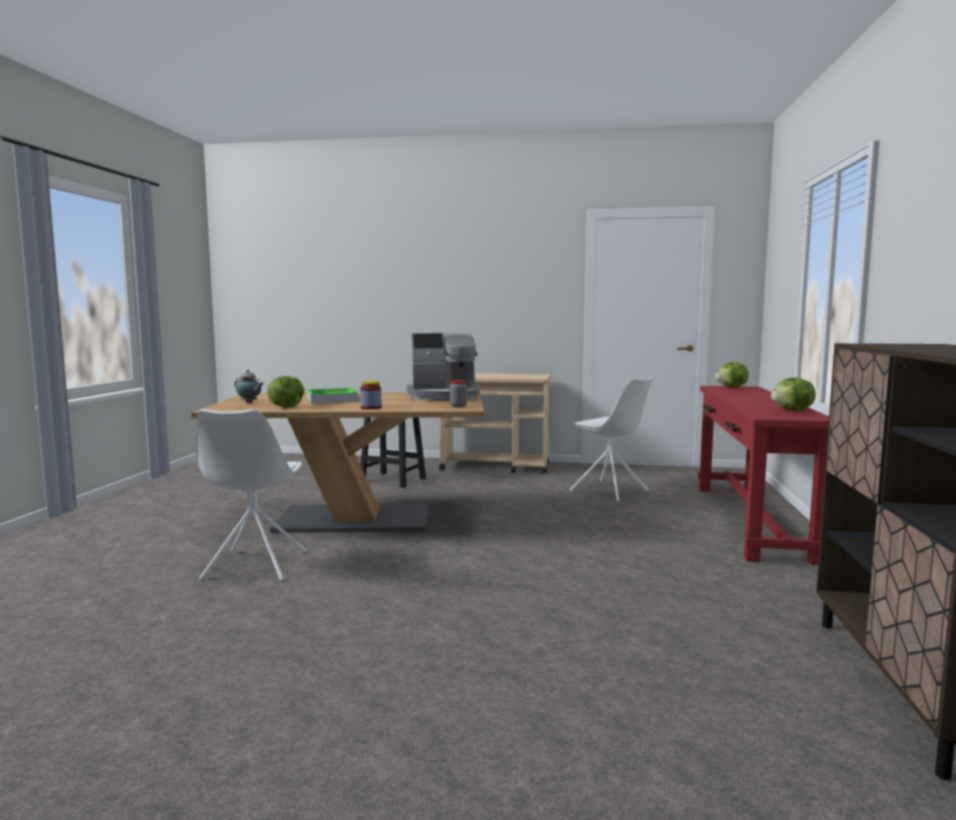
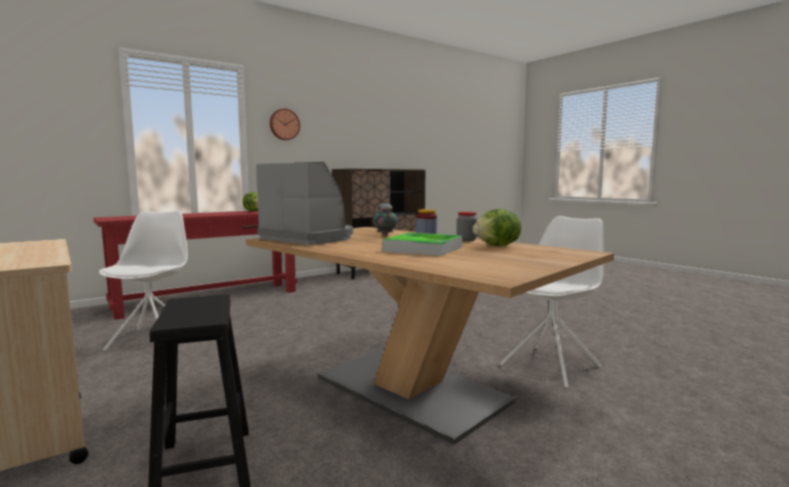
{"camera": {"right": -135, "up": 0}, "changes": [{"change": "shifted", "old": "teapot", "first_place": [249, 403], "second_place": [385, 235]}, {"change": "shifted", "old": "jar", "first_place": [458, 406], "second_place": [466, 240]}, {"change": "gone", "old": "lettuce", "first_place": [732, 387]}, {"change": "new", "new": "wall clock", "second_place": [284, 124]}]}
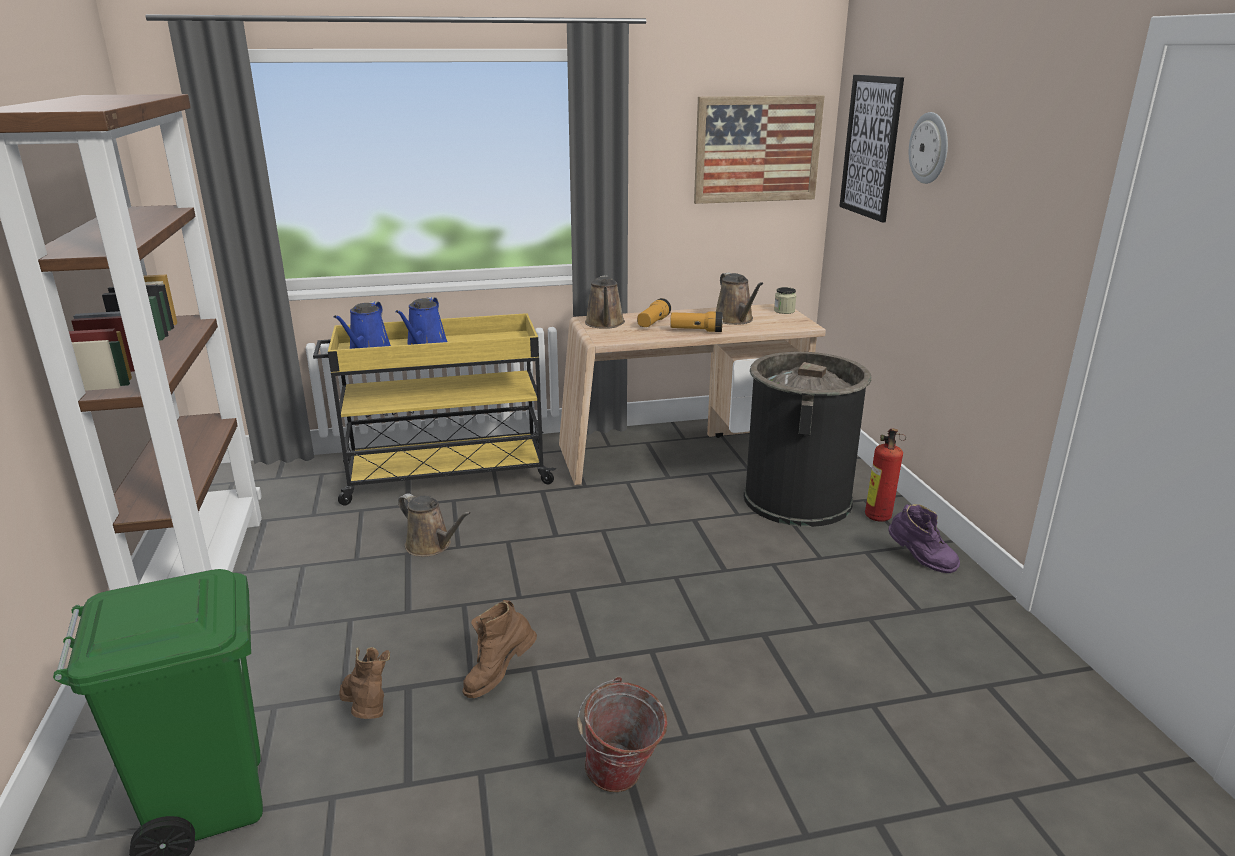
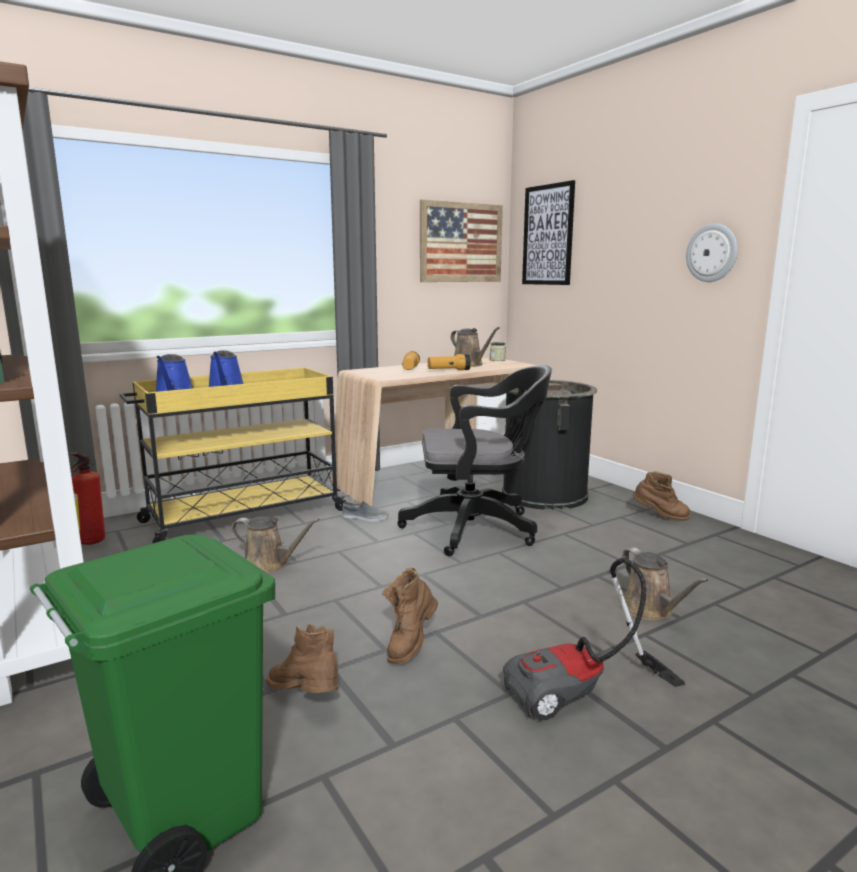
{"camera": {"right": -20, "up": -10}, "changes": [{"change": "swapped", "old": "bucket", "new": "vacuum cleaner", "first_place": [621, 781], "second_place": [582, 695]}, {"change": "shifted", "old": "brown watering can", "first_place": [605, 324], "second_place": [650, 610]}, {"change": "shifted", "old": "fire extinguisher", "first_place": [877, 518], "second_place": [90, 543]}, {"change": "repainted", "old": "purple boot", "new": "brown boot", "first_place": [920, 560], "second_place": [660, 516]}, {"change": "shifted", "old": "wall clock", "first_place": [930, 148], "second_place": [712, 253]}, {"change": "new", "new": "grey shoe", "second_place": [365, 517]}, {"change": "new", "new": "black office chair", "second_place": [477, 528]}]}
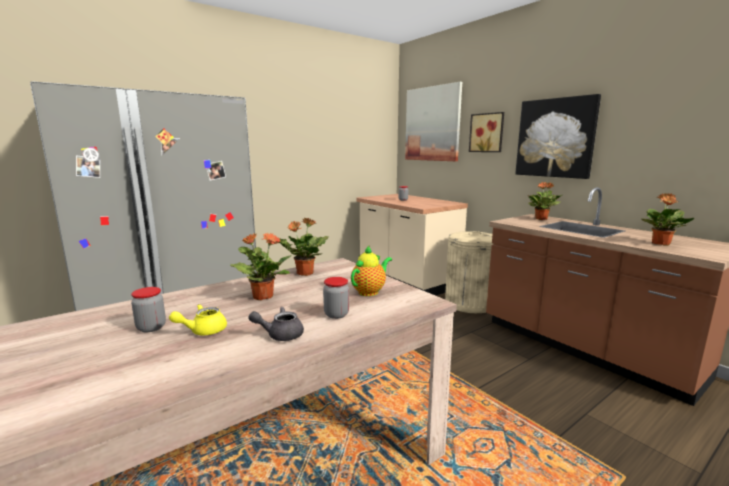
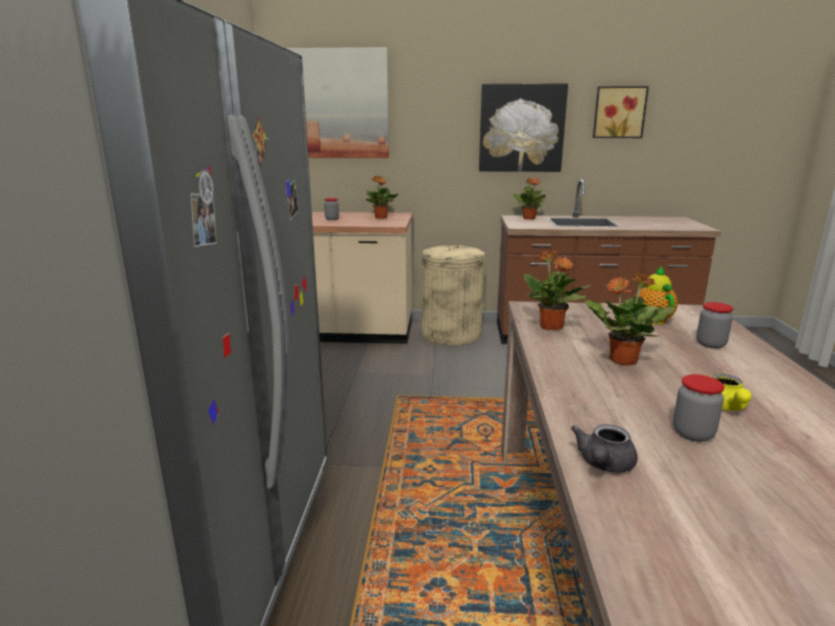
{"camera": {"right": -50, "up": 5}, "changes": [{"change": "shifted", "old": "grey teapot", "first_place": [280, 335], "second_place": [604, 465]}, {"change": "shifted", "old": "picture", "first_place": [487, 133], "second_place": [619, 112]}, {"change": "shifted", "old": "potted plant", "first_place": [660, 244], "second_place": [381, 218]}]}
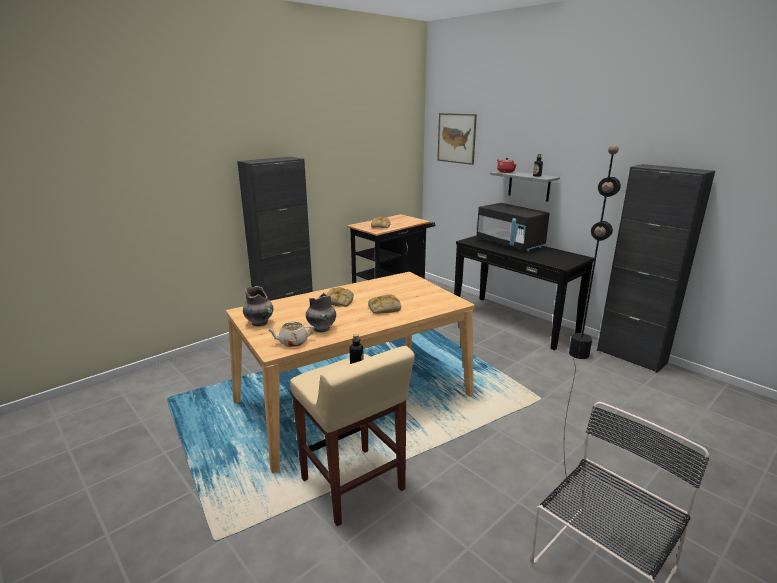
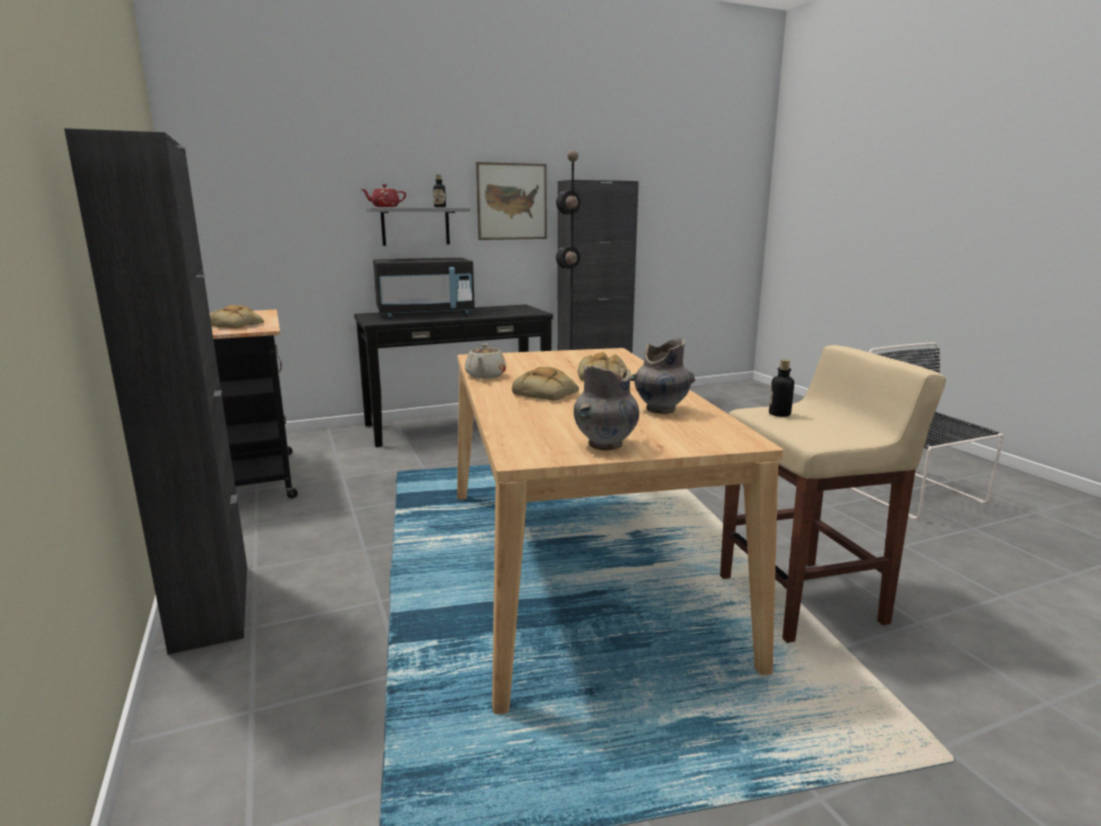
{"camera": {"right": -70, "up": -5}, "changes": [{"change": "shifted", "old": "beige teapot", "first_place": [292, 342], "second_place": [485, 376]}, {"change": "shifted", "old": "picture", "first_place": [456, 138], "second_place": [512, 201]}]}
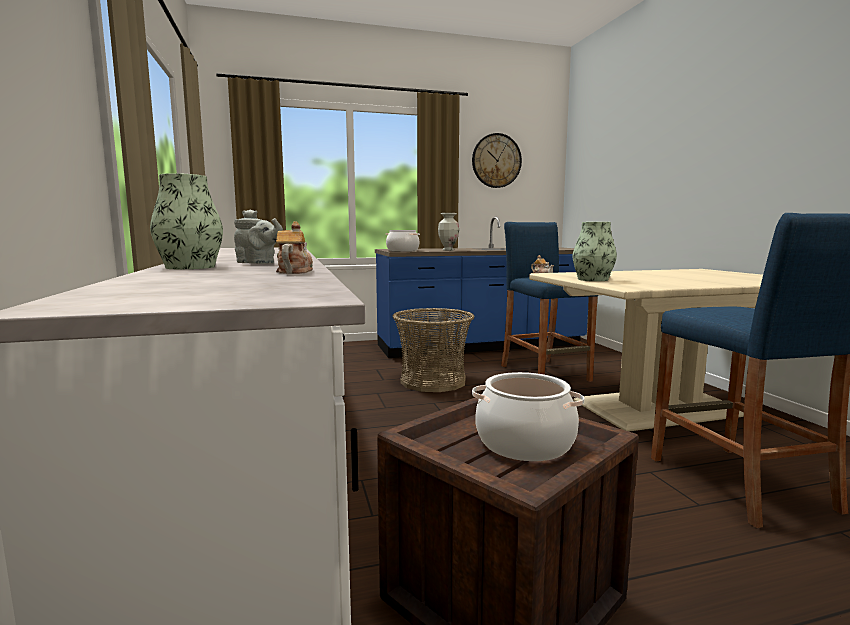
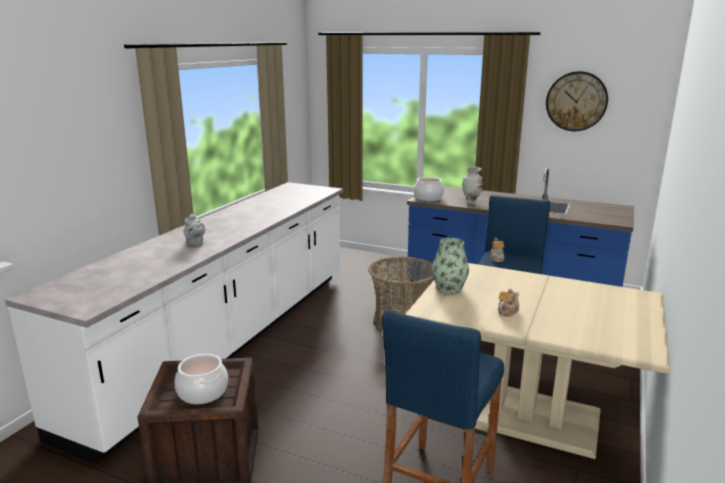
{"camera": {"right": 40, "up": 10}, "changes": [{"change": "gone", "old": "vase", "first_place": [190, 267]}, {"change": "shifted", "old": "teapot", "first_place": [294, 272], "second_place": [507, 311]}]}
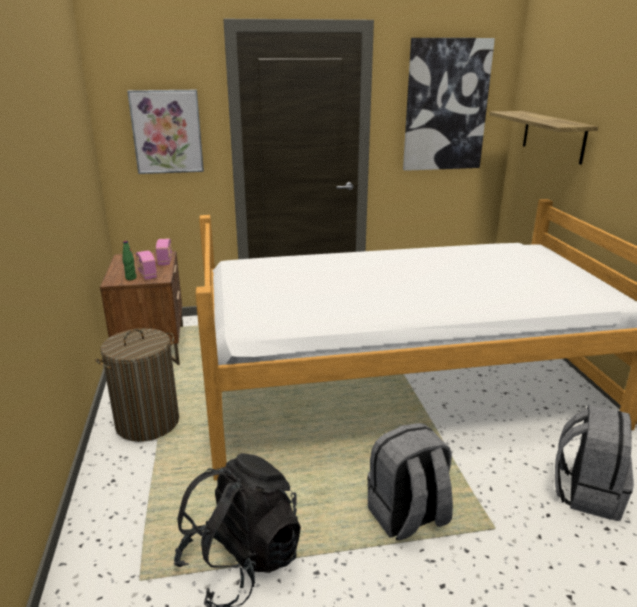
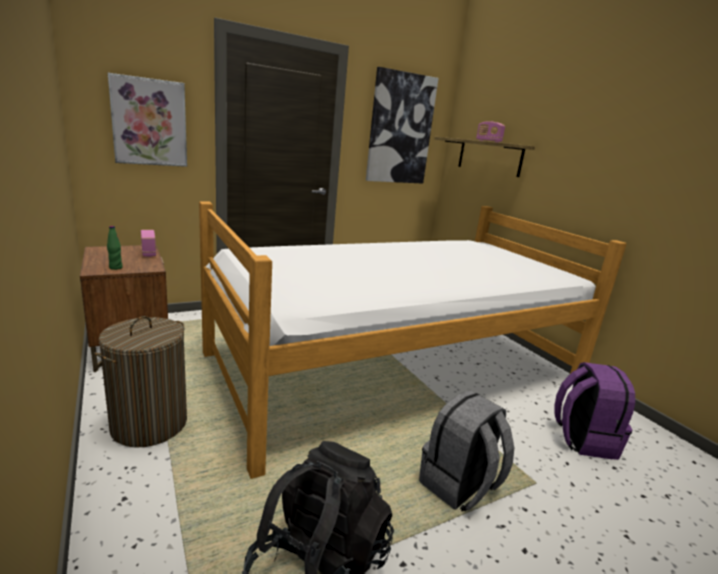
{"camera": {"right": -20, "up": -5}, "changes": [{"change": "shifted", "old": "radio", "first_place": [147, 275], "second_place": [488, 141]}, {"change": "repainted", "old": "grey backpack", "new": "purple backpack", "first_place": [586, 492], "second_place": [582, 439]}]}
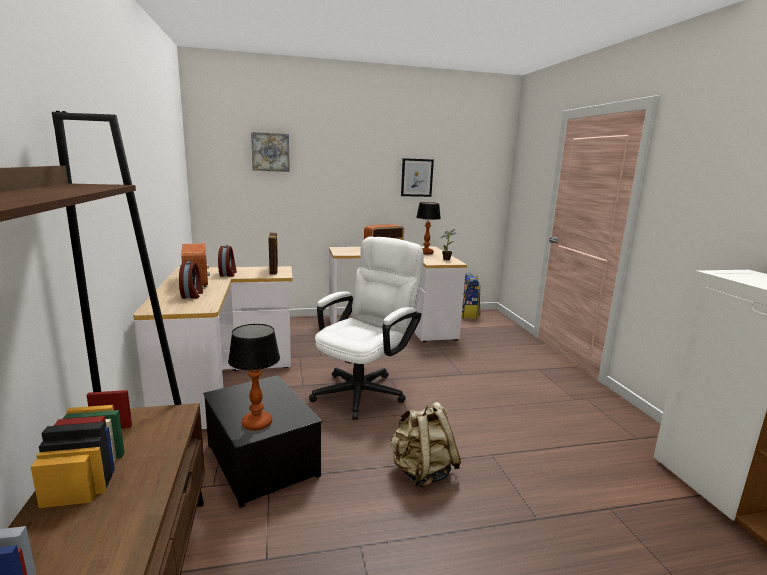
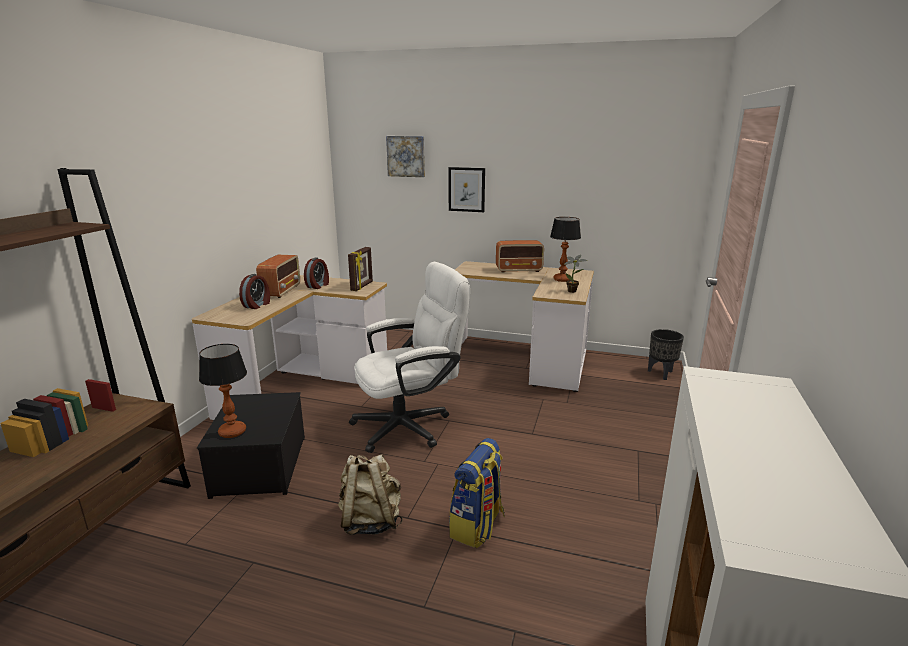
{"camera": {"right": 30, "up": 5}, "changes": [{"change": "shifted", "old": "picture", "first_place": [416, 177], "second_place": [466, 189]}, {"change": "shifted", "old": "backpack", "first_place": [468, 314], "second_place": [477, 526]}, {"change": "new", "new": "black planter", "second_place": [661, 374]}]}
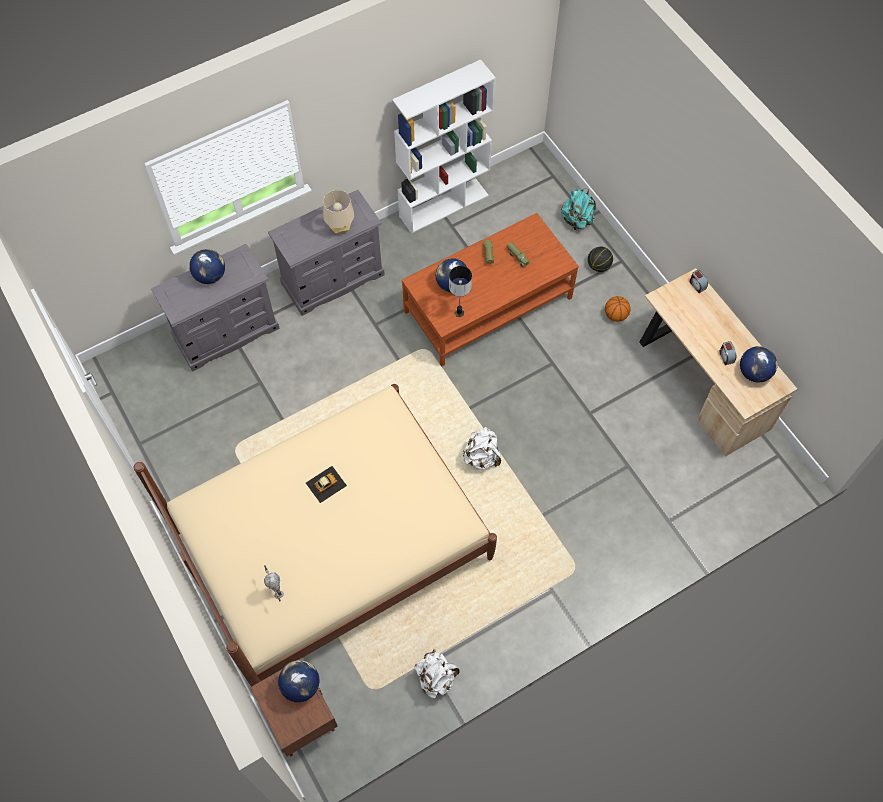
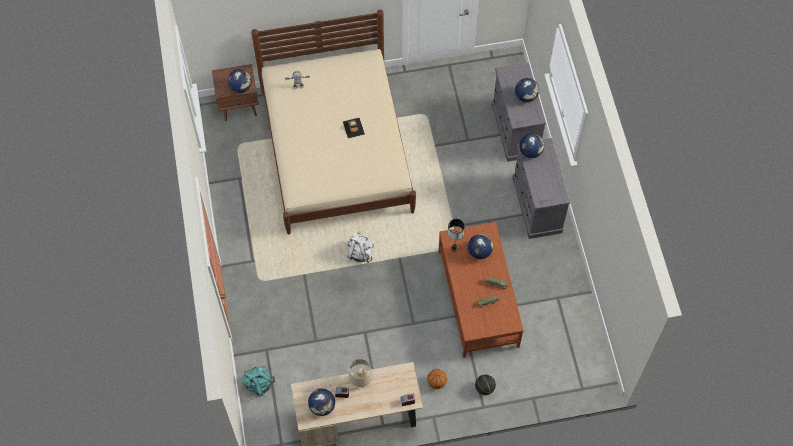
{"camera": {"right": 110, "up": 0}, "changes": [{"change": "shifted", "old": "beige table lamp", "first_place": [340, 228], "second_place": [361, 381]}, {"change": "gone", "old": "white bookcase", "first_place": [444, 205]}, {"change": "gone", "old": "white backpack", "first_place": [435, 677]}, {"change": "shifted", "old": "turquoise backpack", "first_place": [577, 220], "second_place": [259, 384]}, {"change": "new", "new": "globe", "second_place": [530, 152]}]}
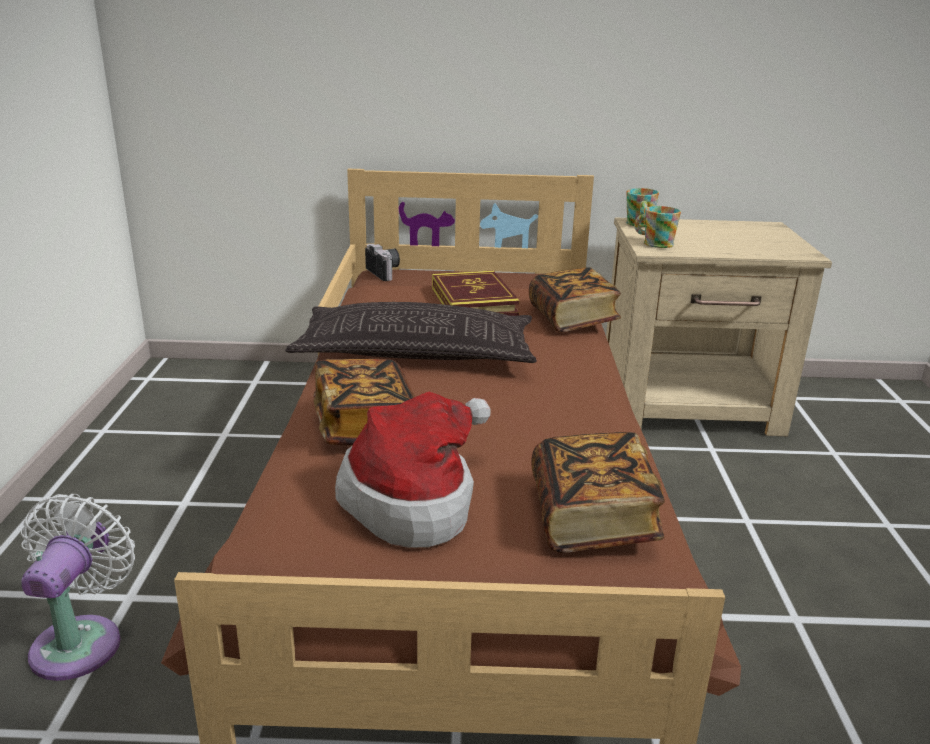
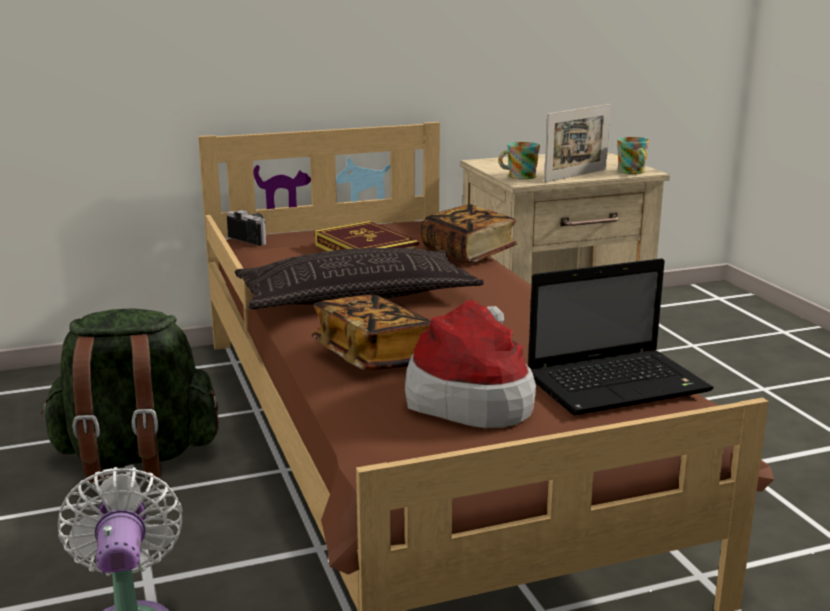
{"camera": {"right": -20, "up": -5}, "changes": [{"change": "swapped", "old": "book", "new": "laptop", "first_place": [592, 518], "second_place": [619, 384]}, {"change": "shifted", "old": "mug", "first_place": [639, 224], "second_place": [632, 172]}, {"change": "new", "new": "green backpack", "second_place": [135, 458]}, {"change": "new", "new": "picture frame", "second_place": [576, 175]}]}
